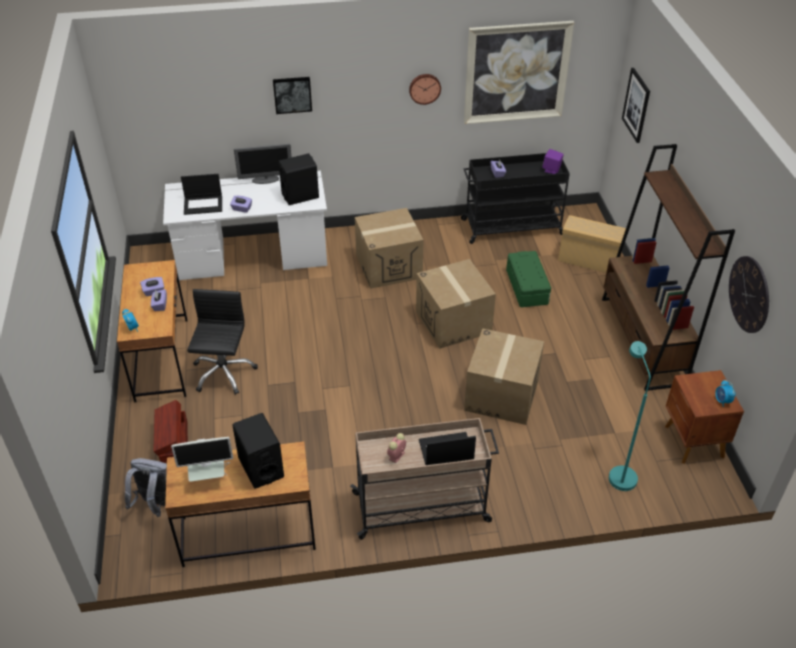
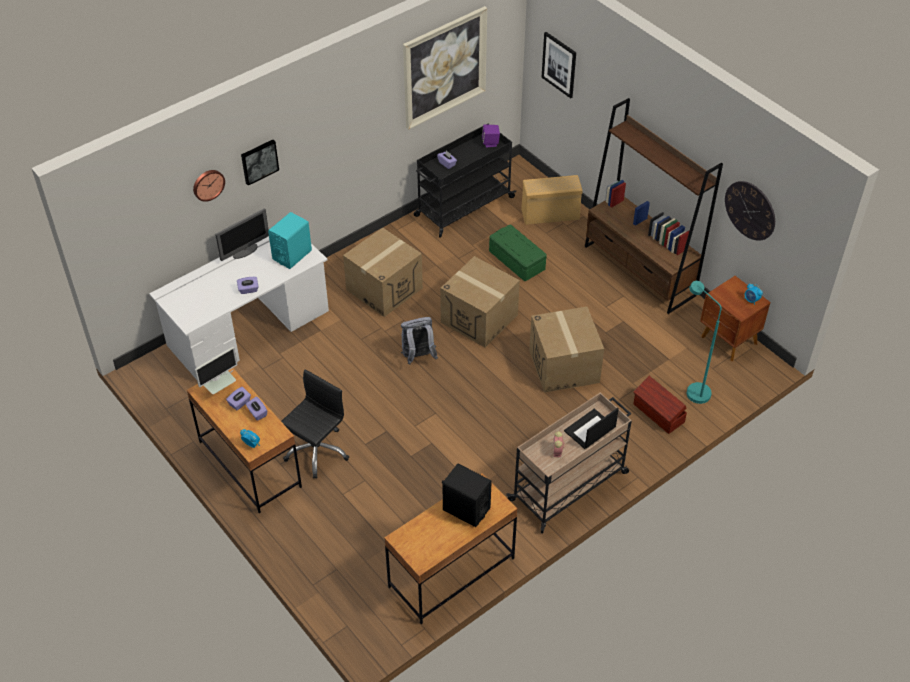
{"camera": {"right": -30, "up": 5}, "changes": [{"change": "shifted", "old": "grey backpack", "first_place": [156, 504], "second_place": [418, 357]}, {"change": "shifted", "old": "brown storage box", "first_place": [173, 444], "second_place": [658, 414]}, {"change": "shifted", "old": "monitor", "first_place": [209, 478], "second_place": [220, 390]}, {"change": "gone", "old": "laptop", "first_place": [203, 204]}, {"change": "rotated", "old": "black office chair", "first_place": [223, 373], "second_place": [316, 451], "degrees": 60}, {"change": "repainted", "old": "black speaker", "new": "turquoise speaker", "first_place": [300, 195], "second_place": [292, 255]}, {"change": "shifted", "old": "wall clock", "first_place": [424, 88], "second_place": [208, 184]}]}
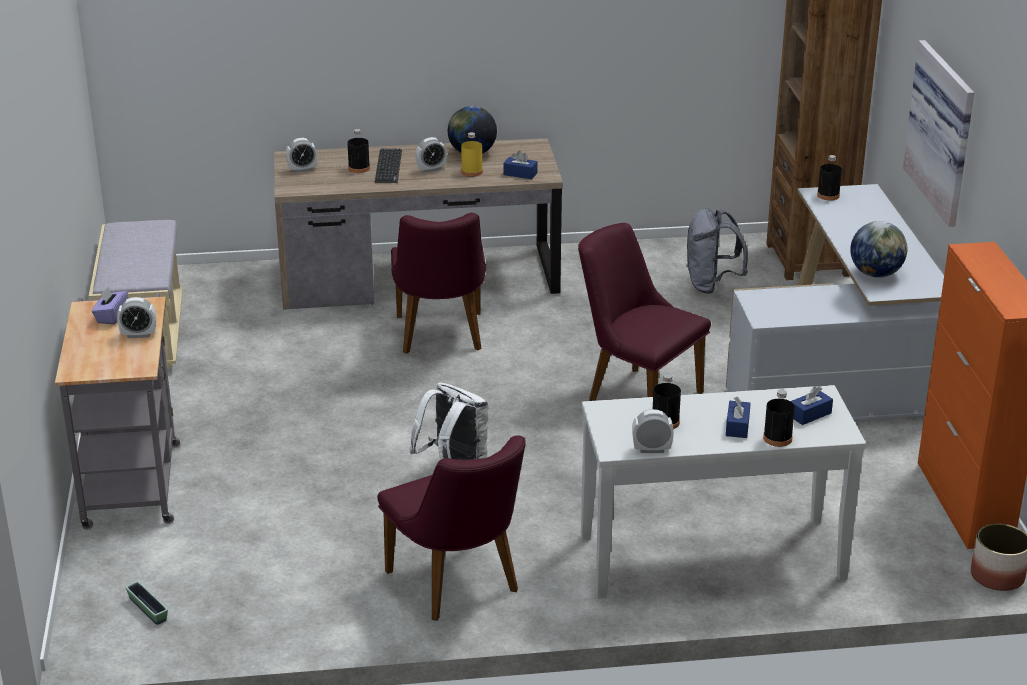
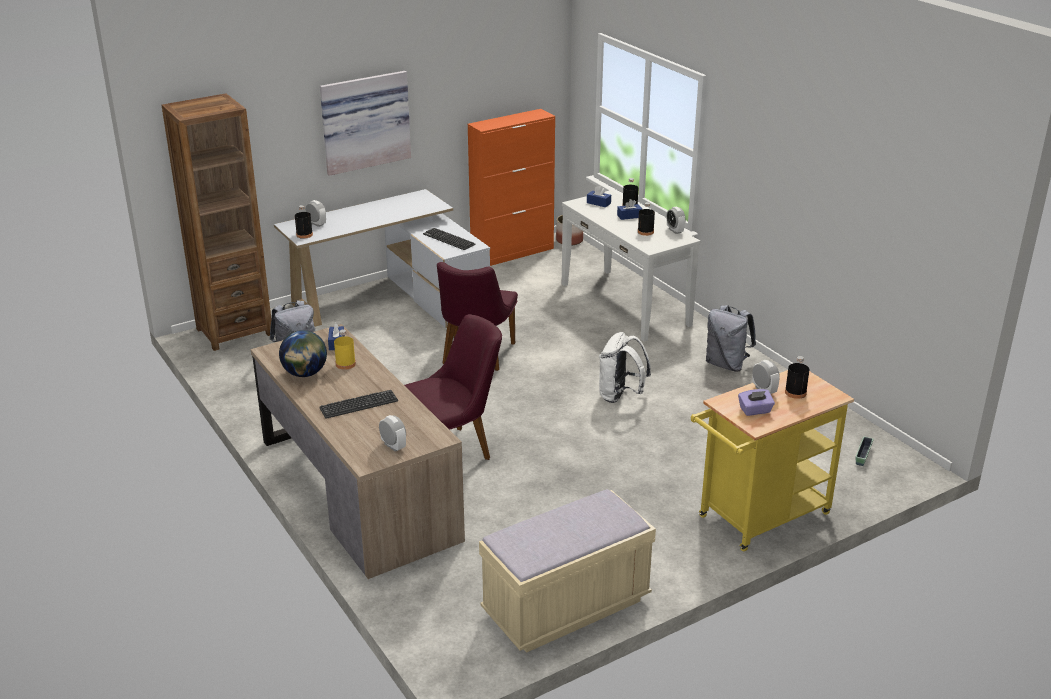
{"camera": {"right": -115, "up": 0}, "changes": [{"change": "repainted", "old": "grey cart", "new": "yellow cart", "first_place": [132, 479], "second_place": [758, 519]}, {"change": "shifted", "old": "black bottle", "first_place": [359, 168], "second_place": [795, 392]}, {"change": "swapped", "old": "purple chair", "new": "grey backpack", "first_place": [459, 586], "second_place": [726, 364]}, {"change": "shifted", "old": "alarm clock", "first_place": [431, 169], "second_place": [316, 224]}, {"change": "gone", "old": "globe", "first_place": [876, 274]}, {"change": "new", "new": "keyboard", "second_place": [449, 239]}]}
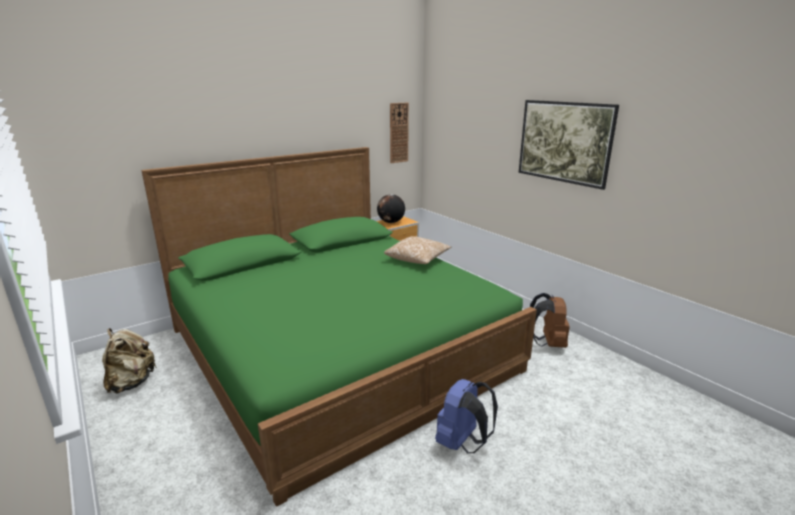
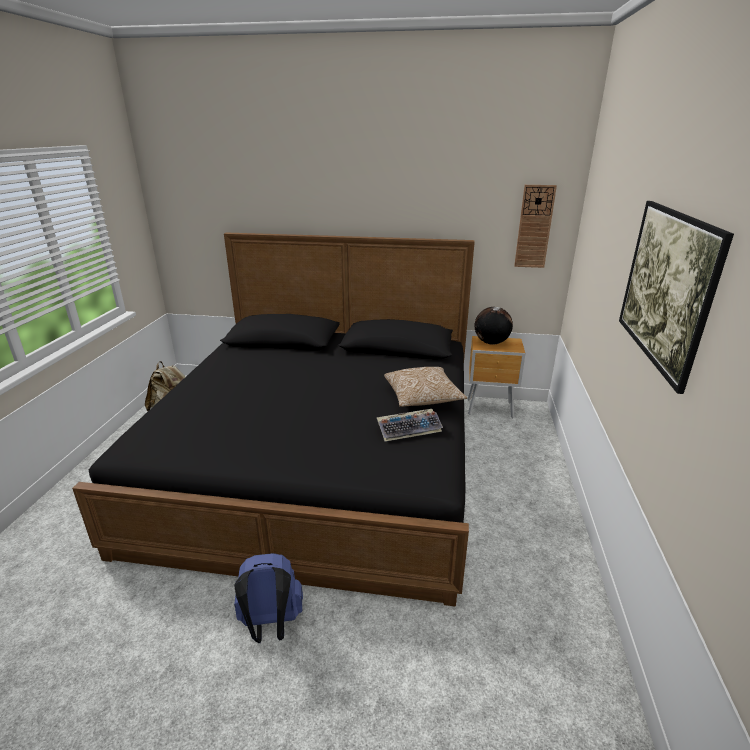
{"camera": {"right": 45, "up": 5}, "changes": [{"change": "repainted", "old": "green bed", "new": "black bed", "first_place": [338, 348], "second_place": [320, 460]}, {"change": "gone", "old": "brown backpack", "first_place": [548, 343]}, {"change": "new", "new": "keyboard", "second_place": [409, 429]}]}
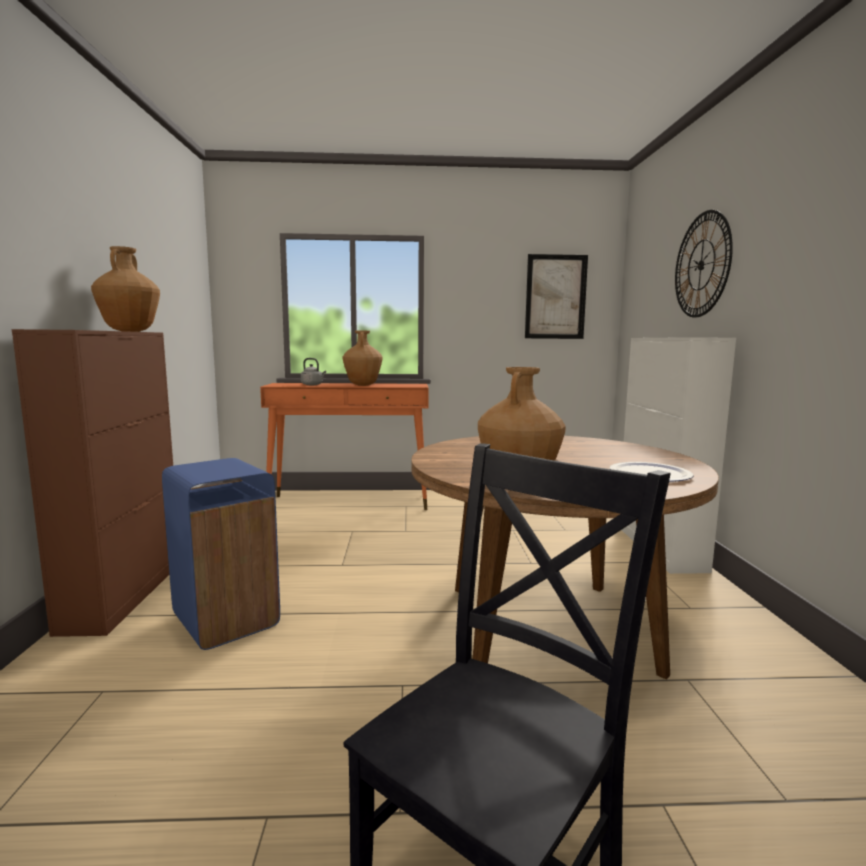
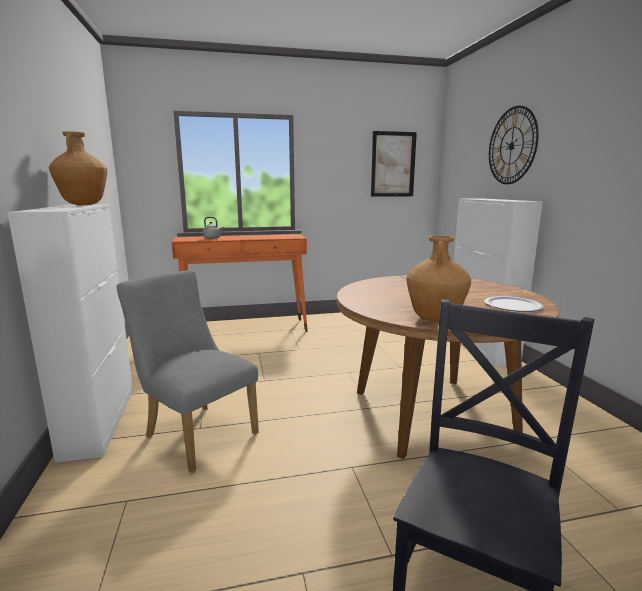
{"camera": {"right": -10, "up": 5}, "changes": [{"change": "repainted", "old": "brown cabinet", "new": "white cabinet", "first_place": [125, 594], "second_place": [100, 421]}, {"change": "swapped", "old": "blue trash can", "new": "grey chair", "first_place": [227, 619], "second_place": [196, 433]}, {"change": "gone", "old": "brown vase", "first_place": [363, 385]}]}
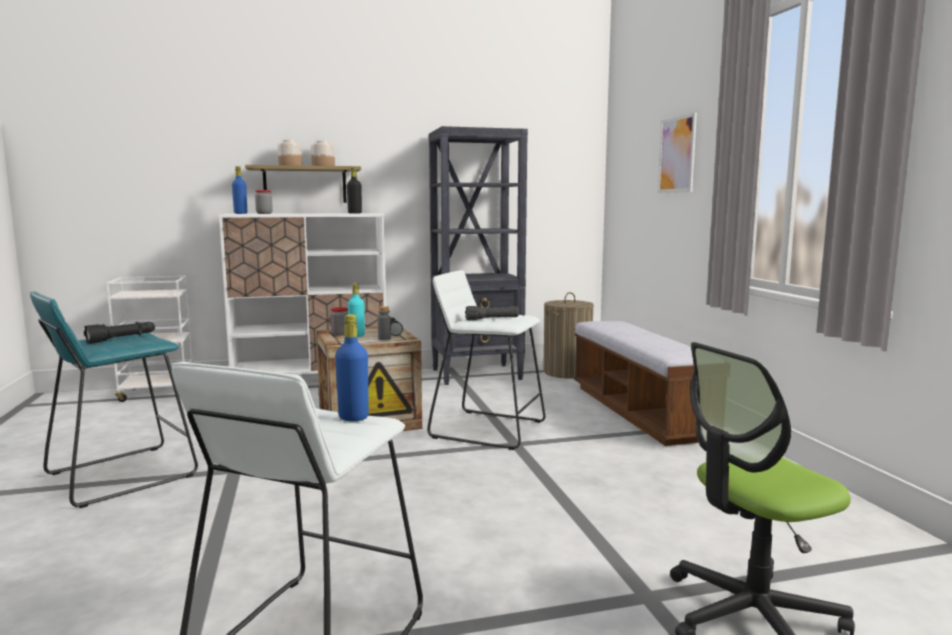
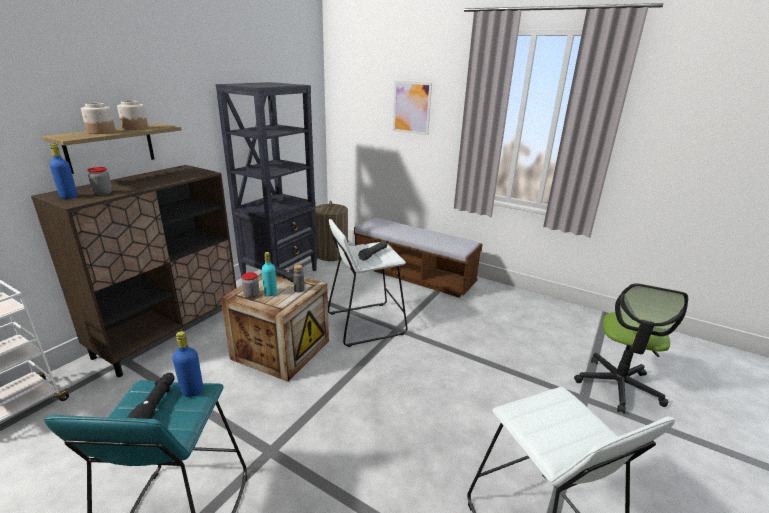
{"camera": {"right": -45, "up": 15}, "changes": [{"change": "repainted", "old": "white cabinet", "new": "brown cabinet", "first_place": [312, 385], "second_place": [170, 332]}, {"change": "shifted", "old": "blue bottle", "first_place": [353, 417], "second_place": [192, 391]}, {"change": "gone", "old": "black bottle", "first_place": [354, 213]}]}
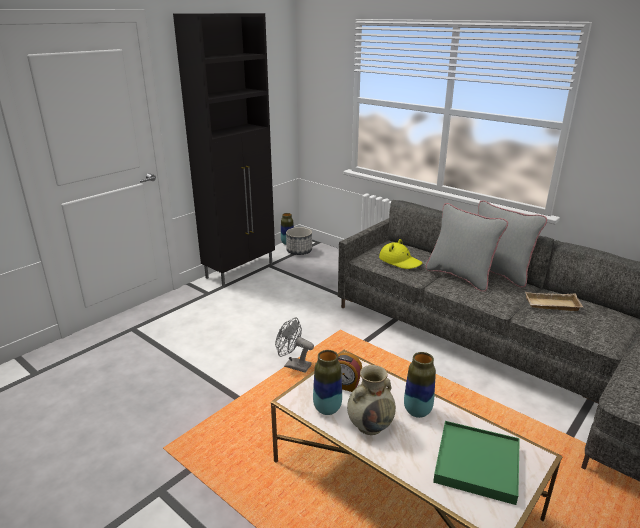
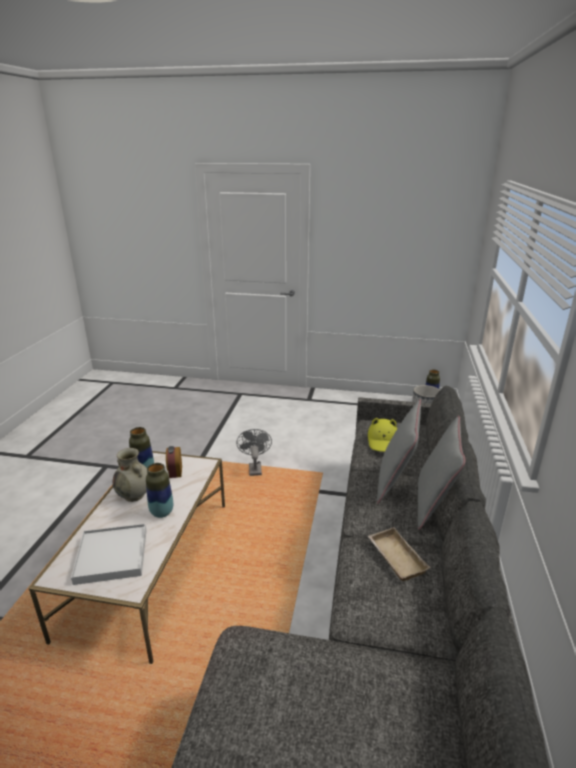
{"camera": {"right": 60, "up": 0}, "changes": [{"change": "gone", "old": "black cabinet", "first_place": [241, 270]}, {"change": "repainted", "old": "green tray", "new": "white tray", "first_place": [477, 464], "second_place": [111, 556]}]}
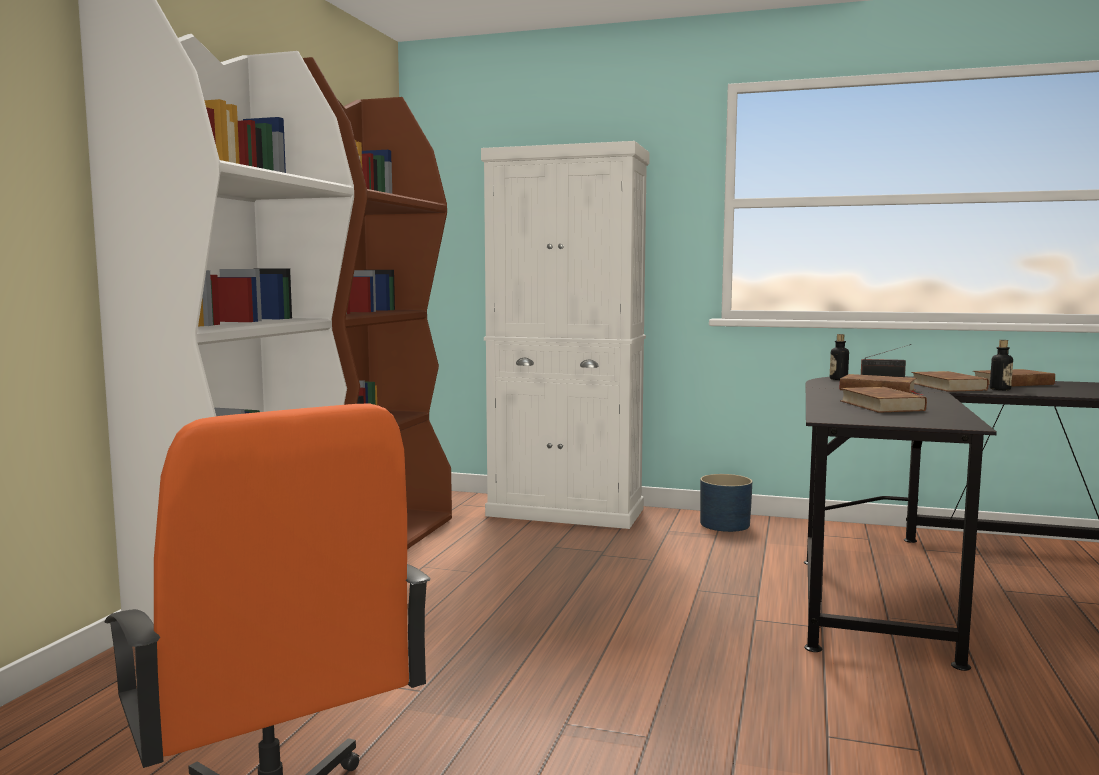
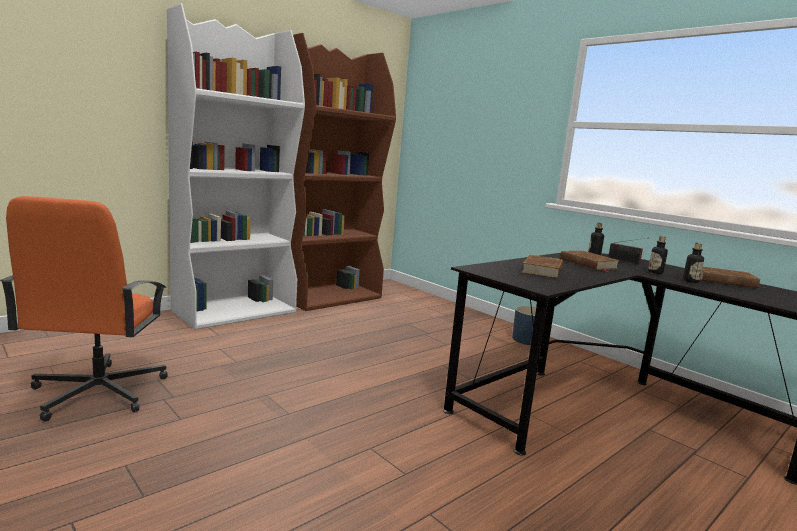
{"camera": {"right": 30, "up": 5}, "changes": [{"change": "gone", "old": "white cabinet", "first_place": [566, 512]}, {"change": "swapped", "old": "brown book", "new": "bottle", "first_place": [948, 386], "second_place": [655, 272]}]}
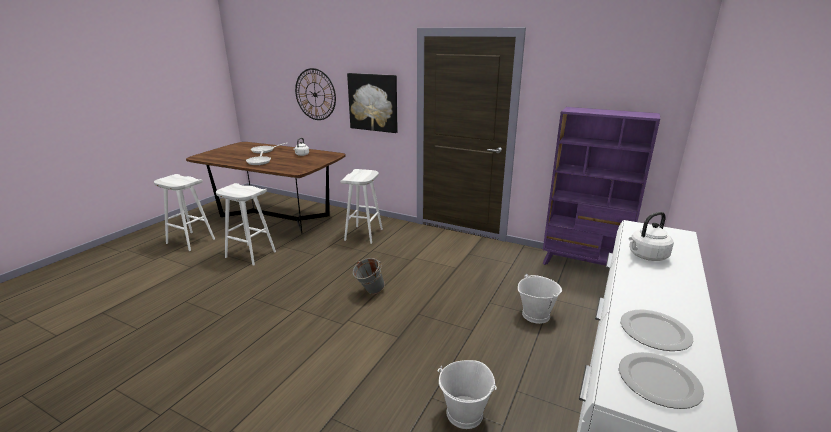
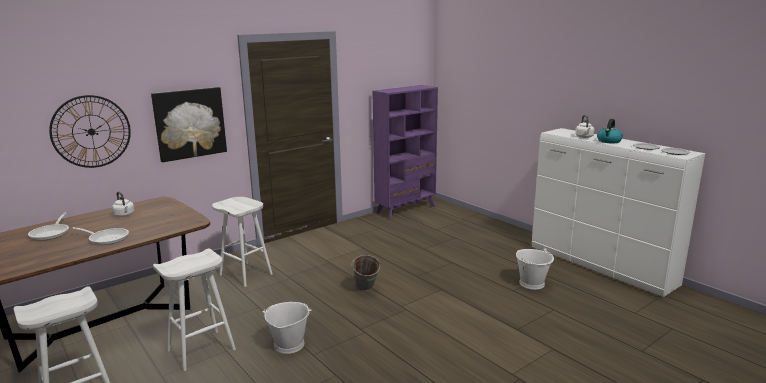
{"camera": {"right": -65, "up": -5}, "changes": [{"change": "shifted", "old": "white bucket", "first_place": [535, 315], "second_place": [288, 345]}, {"change": "new", "new": "kettle", "second_place": [609, 141]}]}
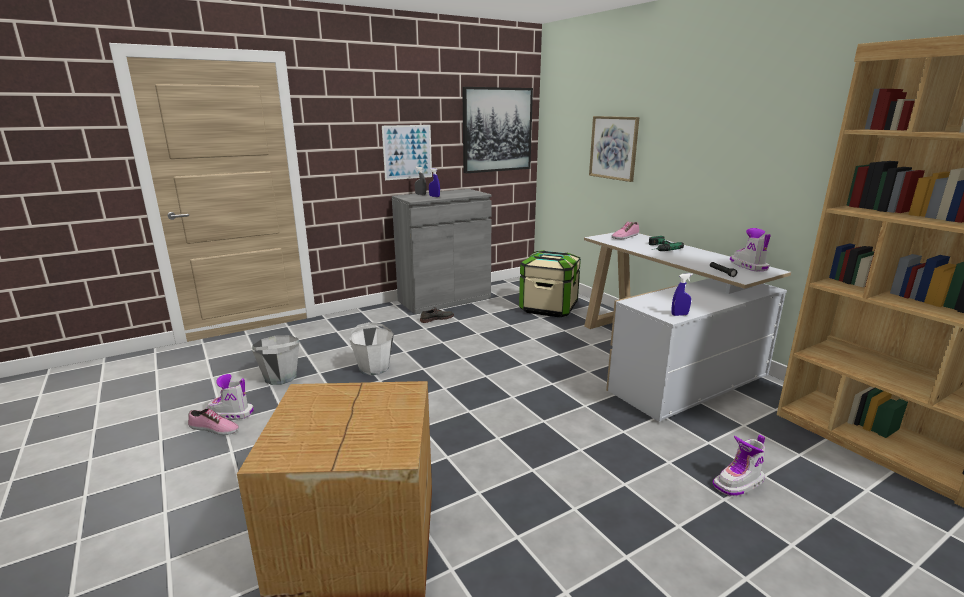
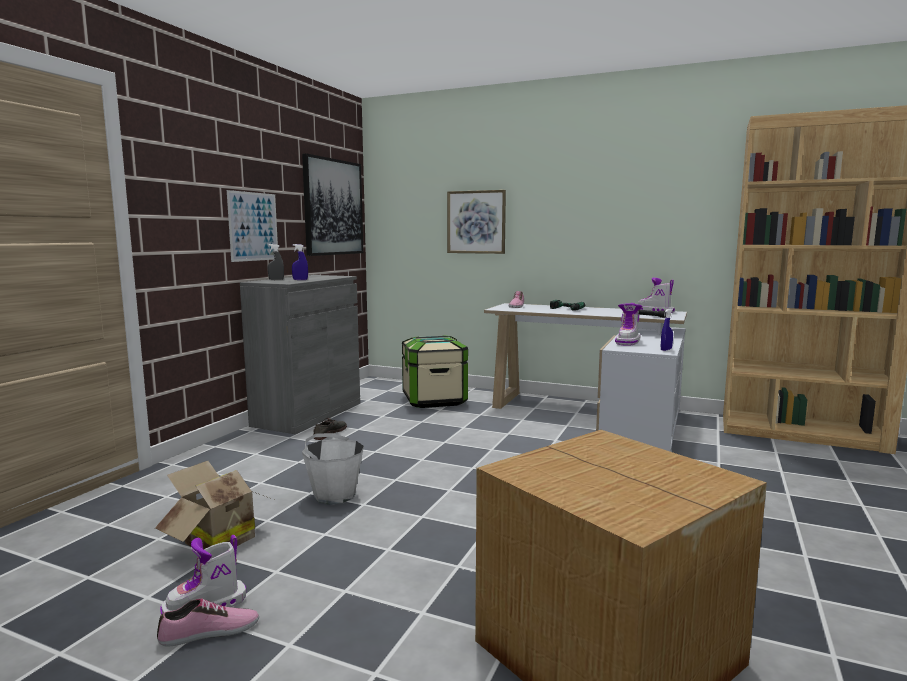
{"camera": {"right": -35, "up": -10}, "changes": [{"change": "swapped", "old": "grey bucket", "new": "cardboard box", "first_place": [280, 377], "second_place": [215, 541]}, {"change": "shifted", "old": "boot", "first_place": [739, 484], "second_place": [628, 342]}]}
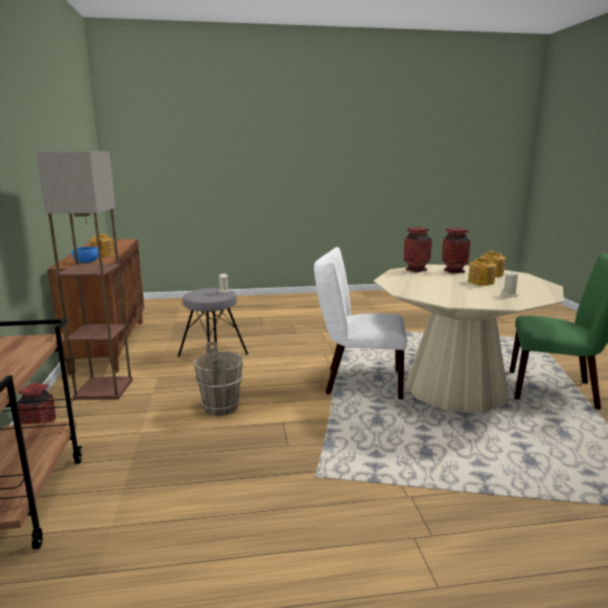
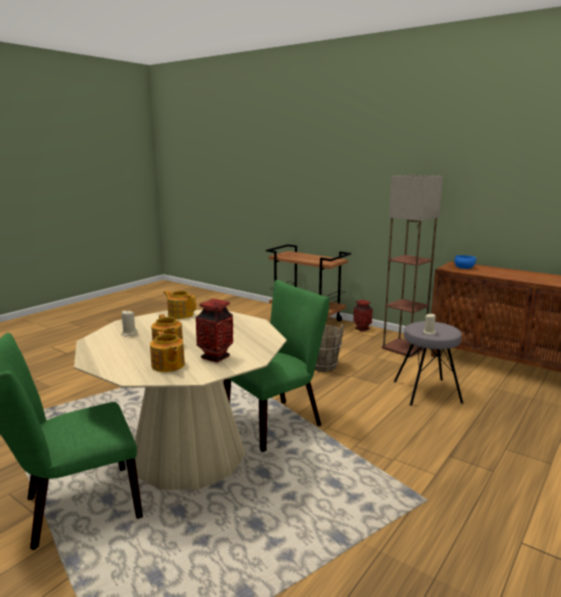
{"camera": {"right": 135, "up": 0}, "changes": [{"change": "shifted", "old": "teapot", "first_place": [102, 255], "second_place": [180, 314]}, {"change": "repainted", "old": "white chair", "new": "green chair", "first_place": [358, 382], "second_place": [278, 421]}, {"change": "gone", "old": "vase", "first_place": [416, 270]}]}
